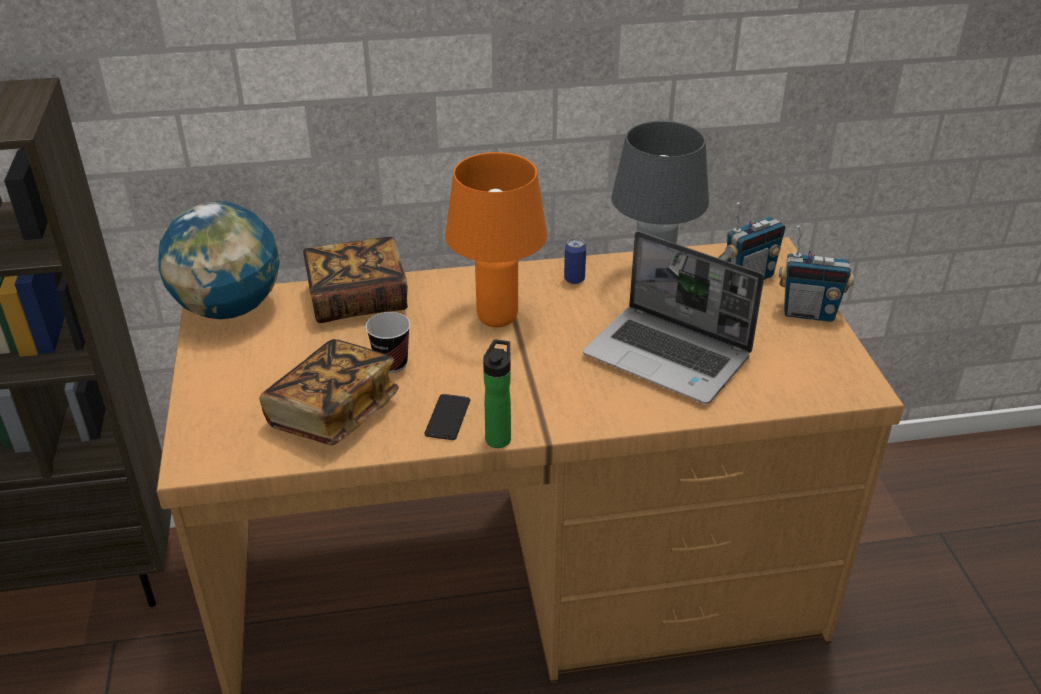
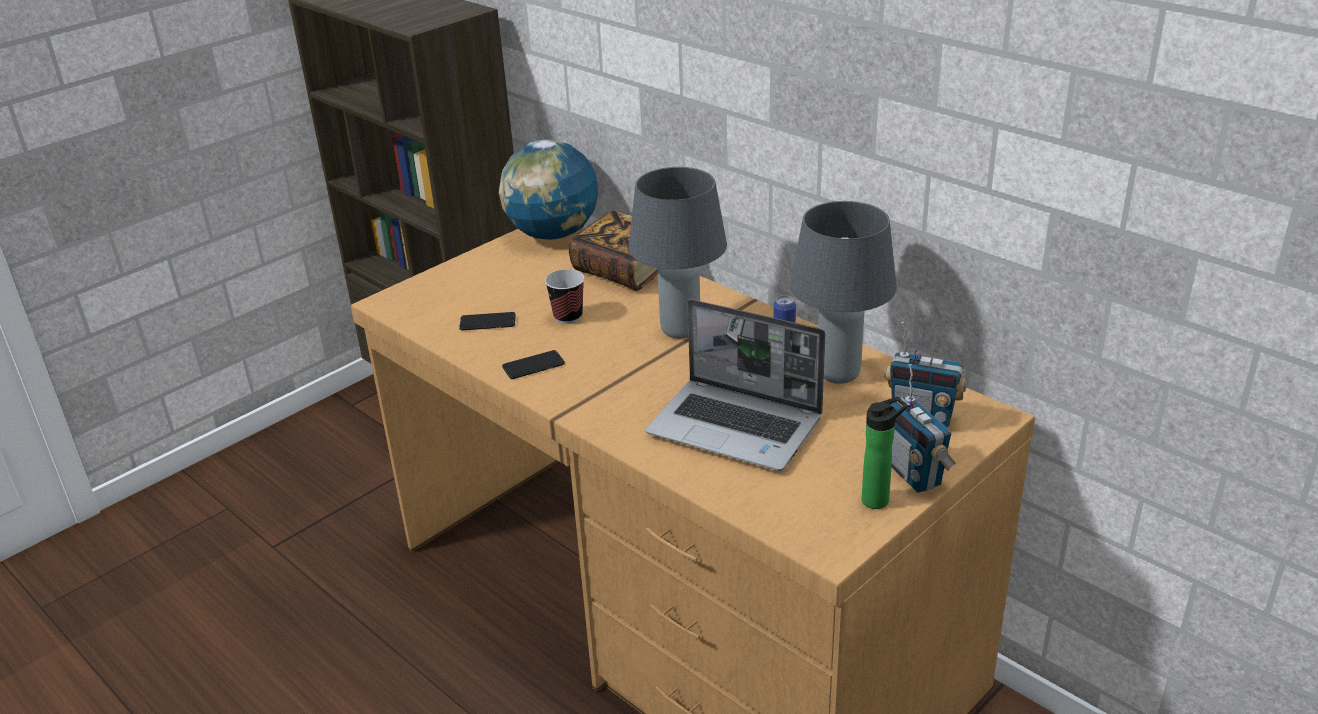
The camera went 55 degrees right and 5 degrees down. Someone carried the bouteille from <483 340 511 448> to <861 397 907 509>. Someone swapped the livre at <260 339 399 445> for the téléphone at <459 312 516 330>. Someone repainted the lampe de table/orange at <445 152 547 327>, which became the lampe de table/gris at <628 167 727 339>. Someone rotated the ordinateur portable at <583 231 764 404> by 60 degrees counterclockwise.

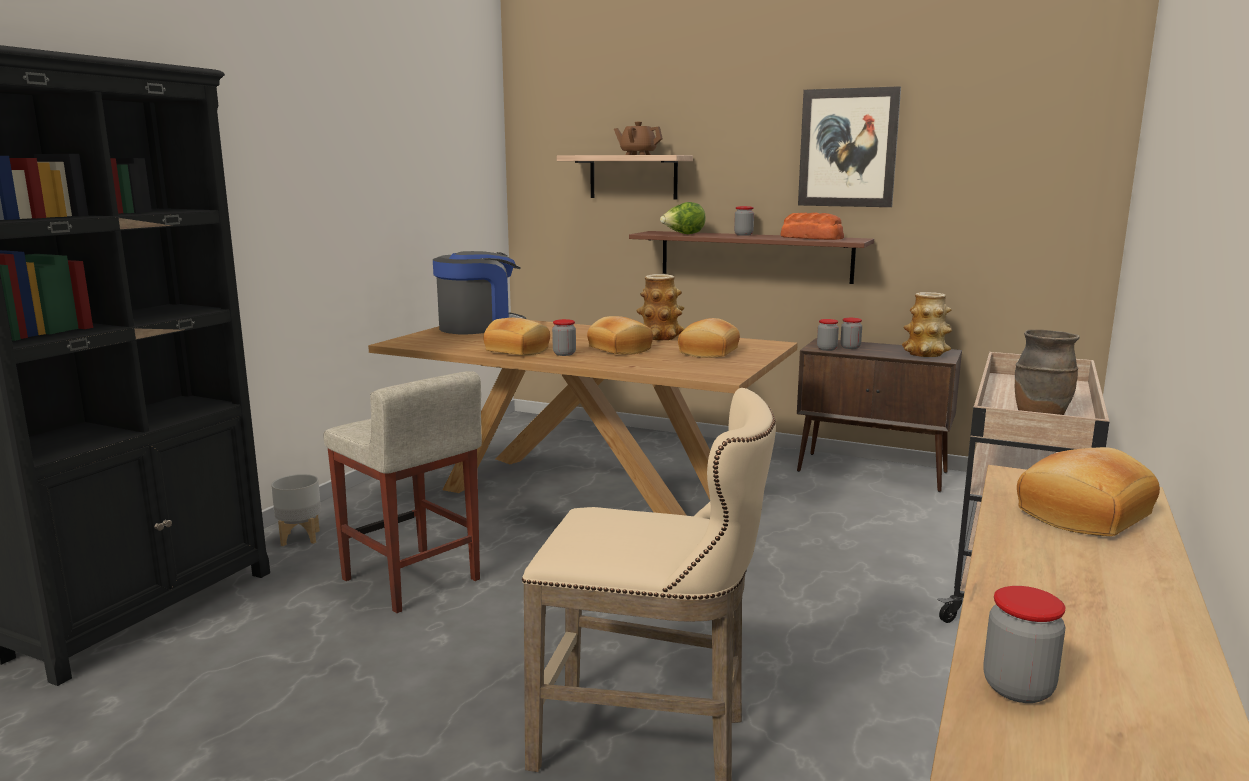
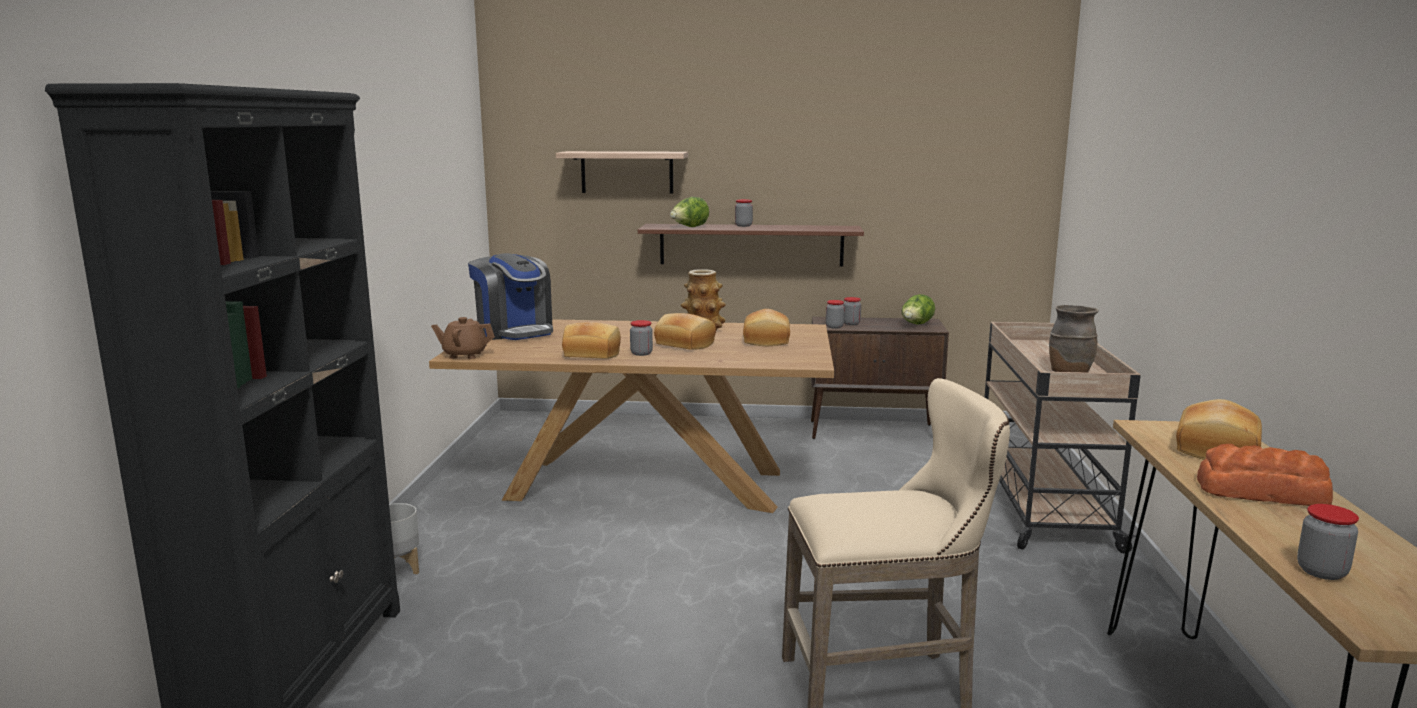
The camera went 20 degrees left and 0 degrees up. Someone took away the tabouret/beige at <323 371 482 613>. Someone took away the tableau at <798 86 901 207>. Someone carried the théière/marron from <614 122 663 155> to <431 317 495 359>. Someone carried the pain from <781 213 844 240> to <1197 444 1333 506>. Someone swapped the vase at <902 292 952 357> for the laitue at <902 294 935 325>. Someone rotated the machine à café at <433 251 526 334> by 105 degrees clockwise.

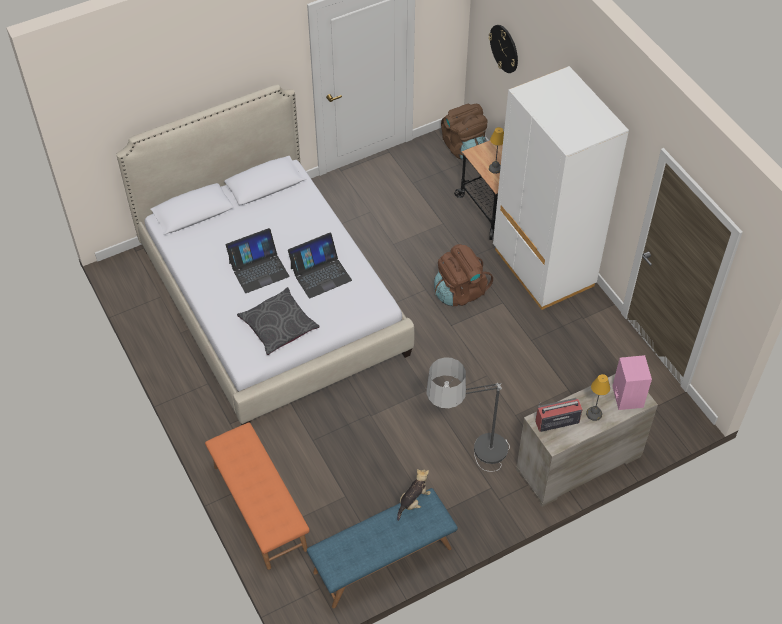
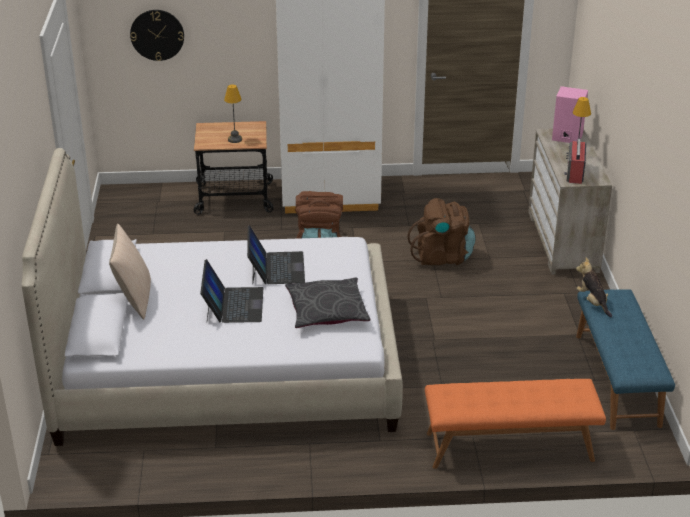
The camera went 65 degrees left and 20 degrees down. Someone took away the lampadaire at <426 357 510 472>. Someone put down the coussin/beige at <109 223 151 320>. Someone carried the sac à dos/marron from <441 104 488 160> to <407 198 475 265>.

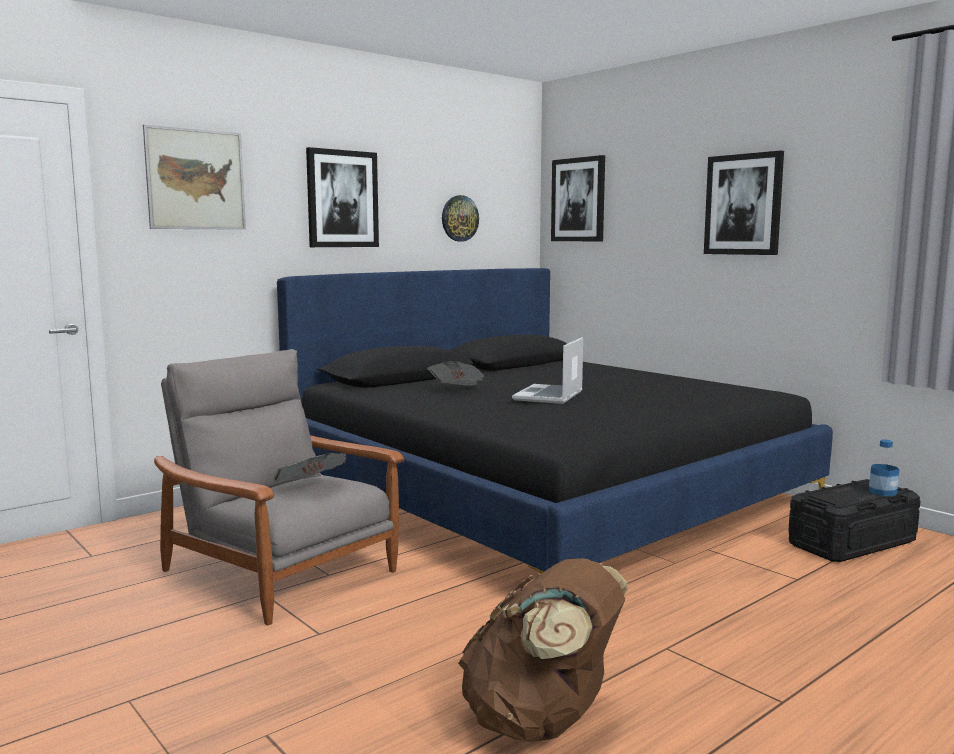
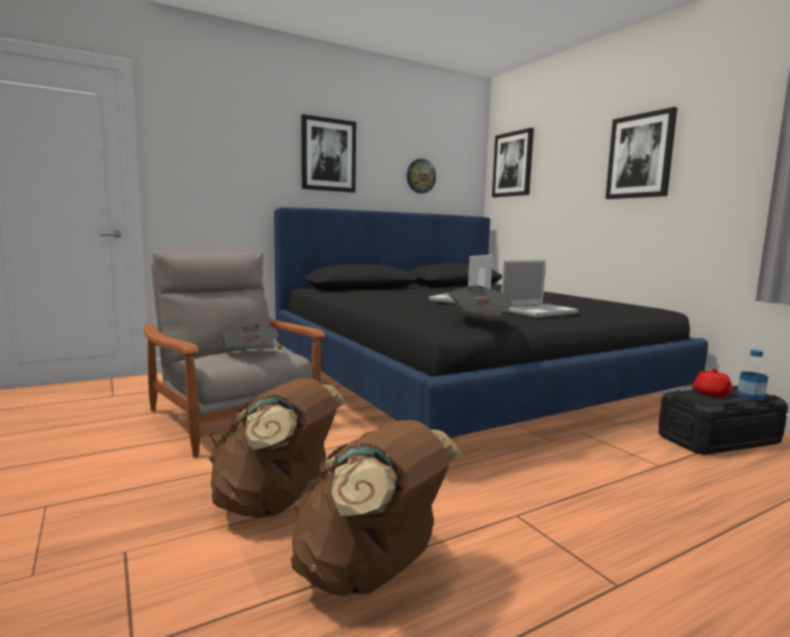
The camera went 10 degrees right and 0 degrees up. Someone took away the tableau at <143 125 246 230>. Someone put down the sac à dos/marron at <209 378 345 518>. Someone put down the ordinateur portable at <501 260 579 318>. Someone put down the théière/rouge at <694 369 732 397>. Someone carried the journal from <427 361 485 386> to <448 286 513 316>.

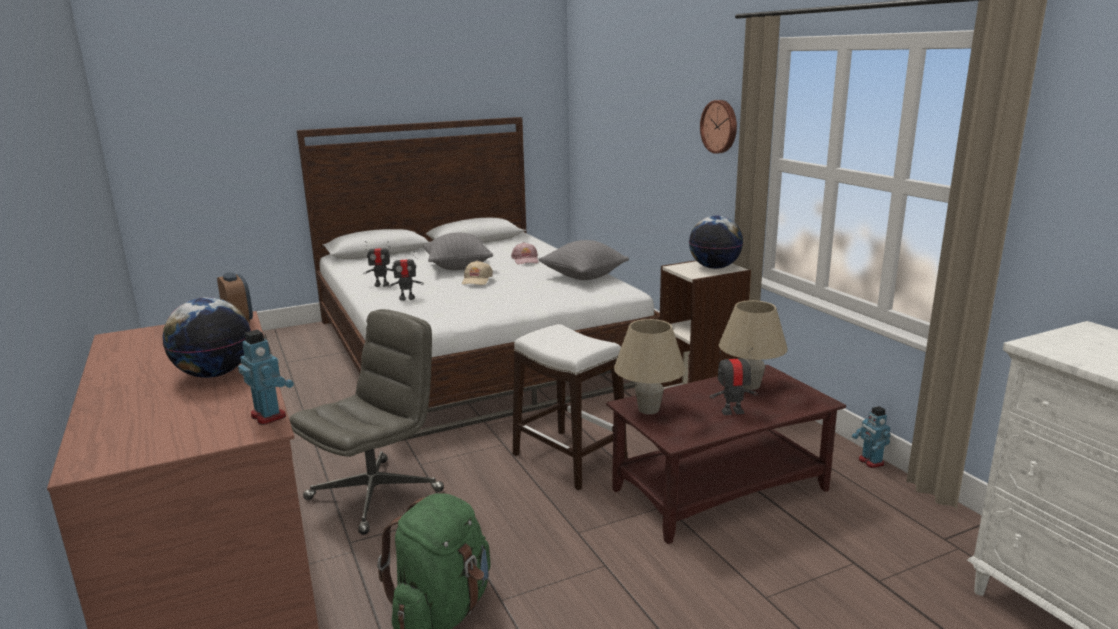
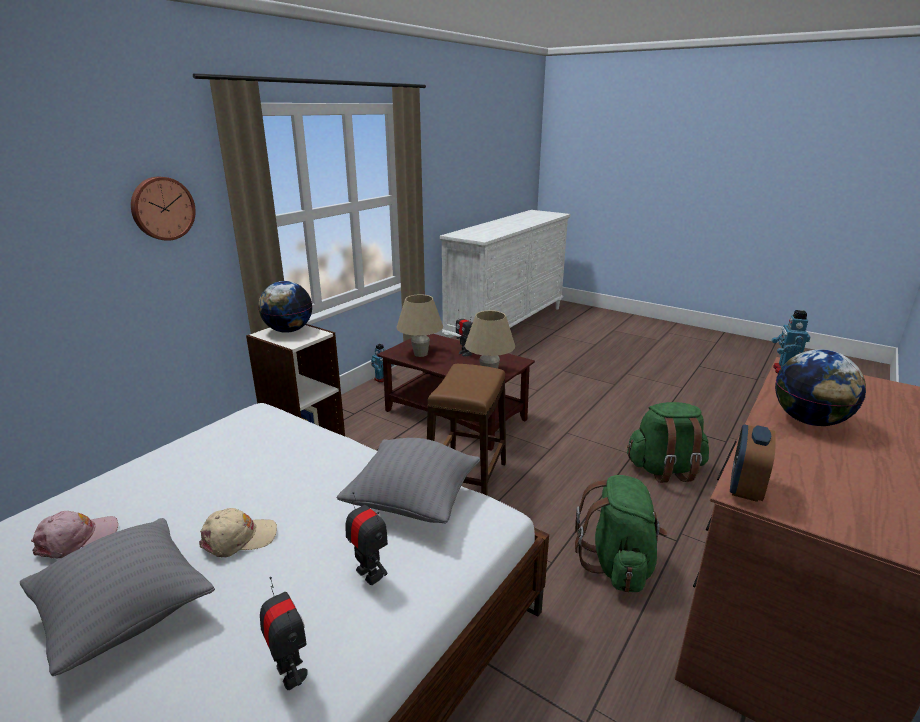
The camera went 120 degrees left and 5 degrees up. Someone carried the coussin/gris from <538 240 629 280> to <337 438 480 523>. Someone swapped the chaise de bureau/gris at <289 309 444 535> for the sac à dos/vert at <575 475 667 592>. Someone repainted the tabouret/blanc at <513 324 627 490>, which became the tabouret/marron at <427 364 506 495>.

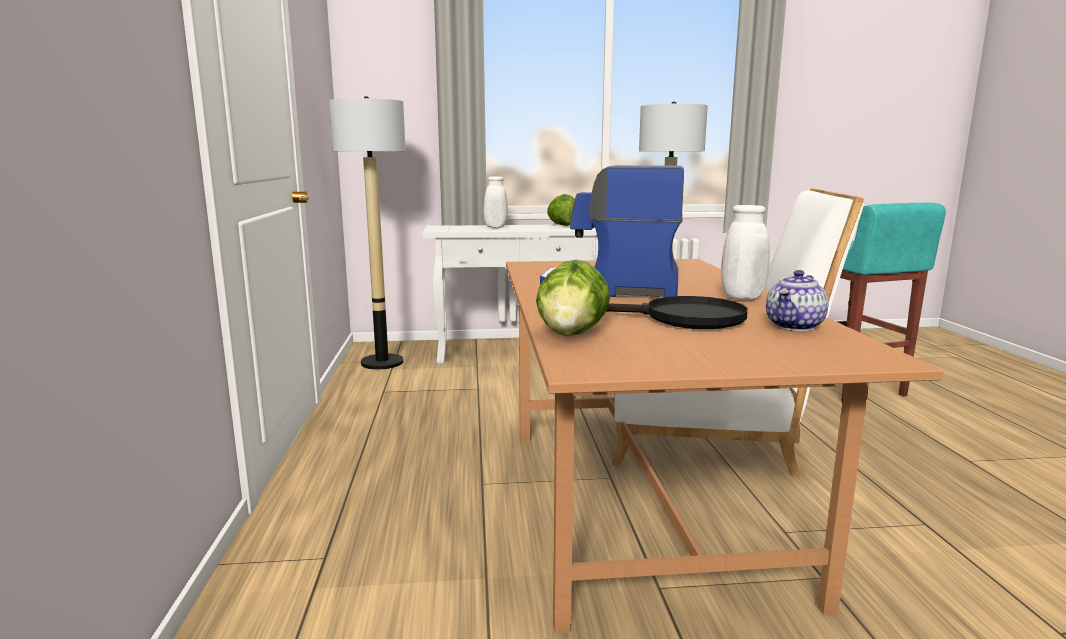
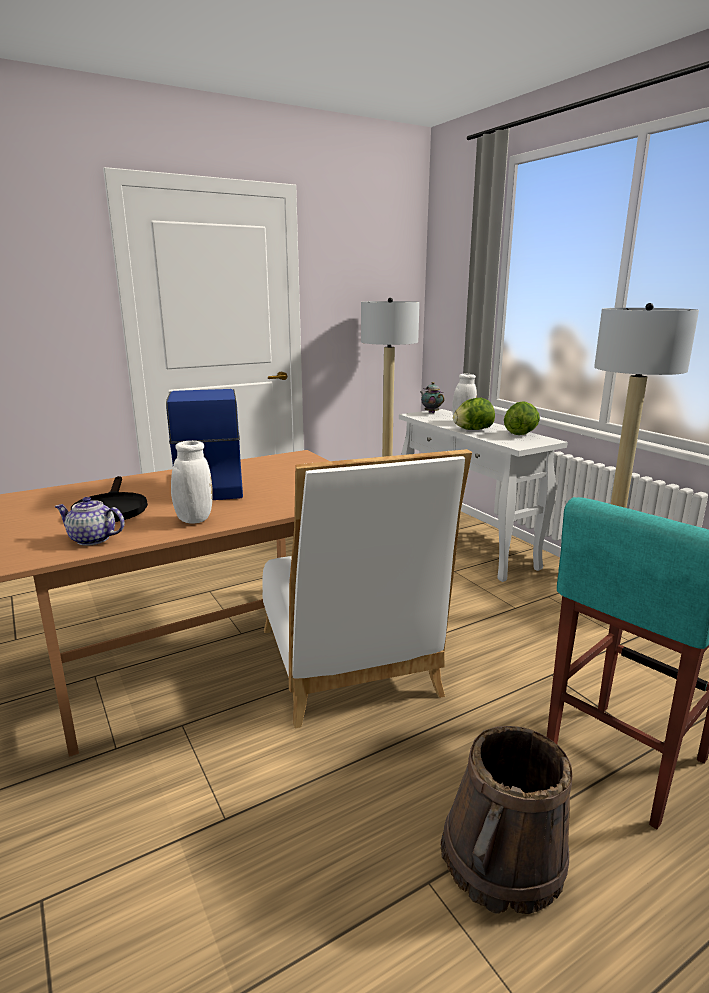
The camera went 65 degrees right and 5 degrees up. Someone put down the théière at <420 382 445 413>. Someone put down the seau/marron at <441 726 572 914>. Someone carried the laitue from <536 259 610 336> to <453 398 495 430>.

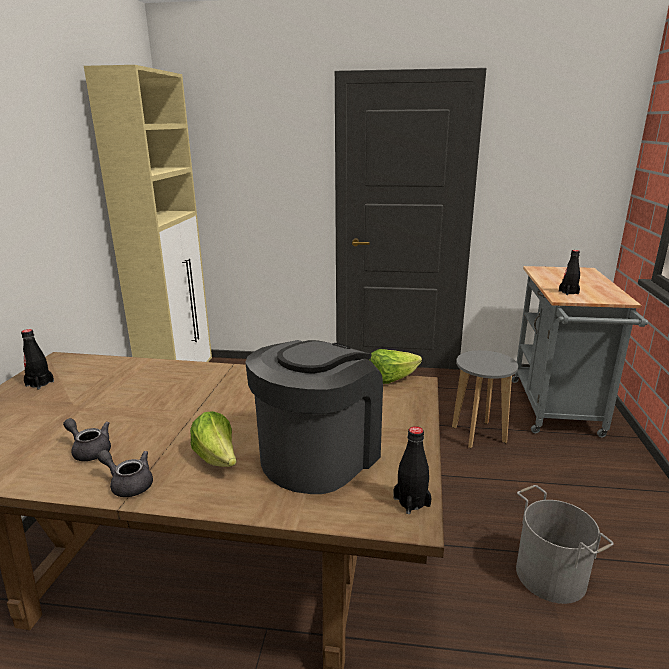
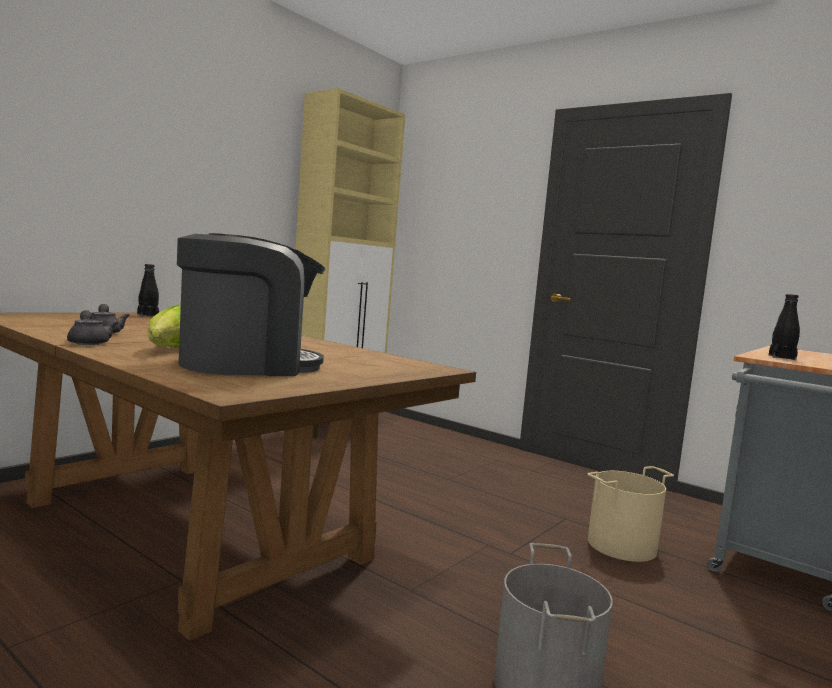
The camera went 30 degrees right and 15 degrees down. Someone took away the laitue at <369 349 422 384>. Someone took away the bouteille/noir at <393 426 432 514>. Someone swapped the tabouret/gris at <452 350 518 448> for the seau/beige at <588 466 674 562>.

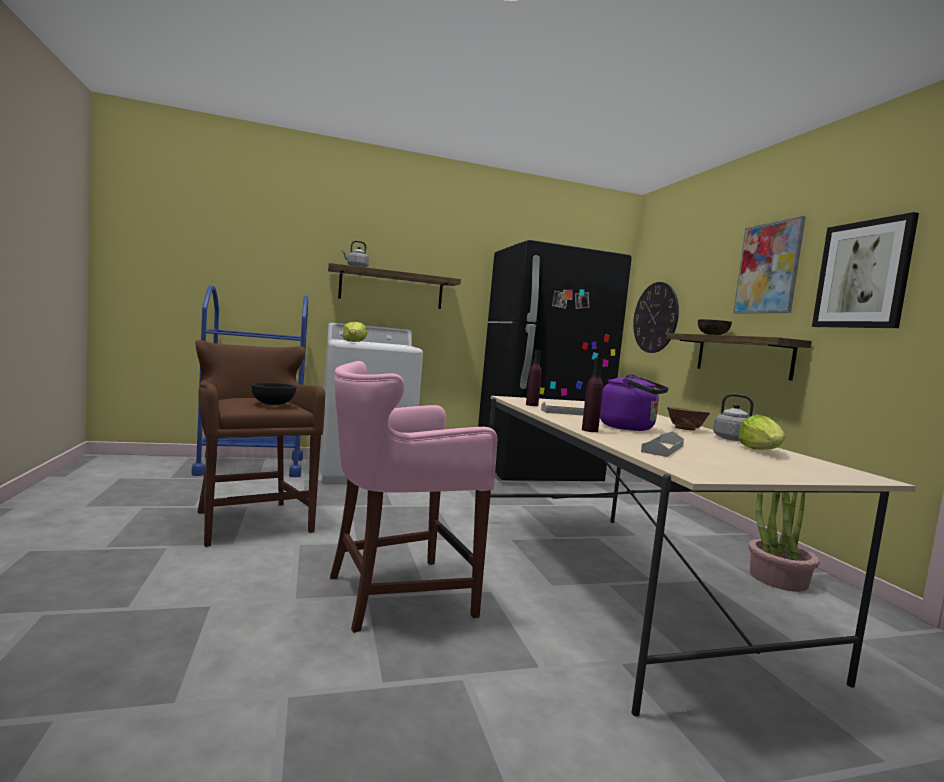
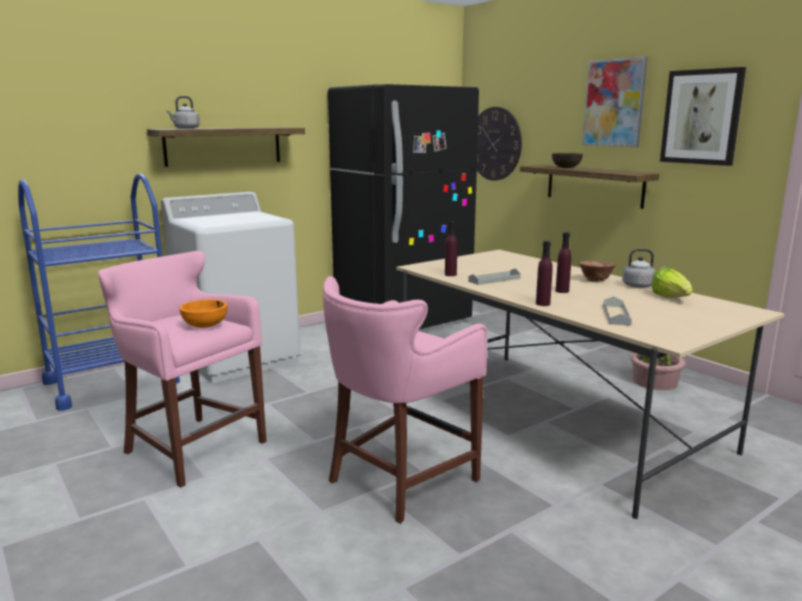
The camera went 20 degrees left and 10 degrees up. Someone took away the laitue at <342 322 367 342>. Someone swapped the bouilloire/violet at <600 374 669 431> for the bouteille/violet at <556 232 572 293>. Someone repainted the tabouret/marron at <195 340 325 547>, which became the tabouret/rose at <98 251 266 488>. Someone repainted the bol/noir at <251 383 297 405>, which became the bol/orange at <179 299 228 328>.

